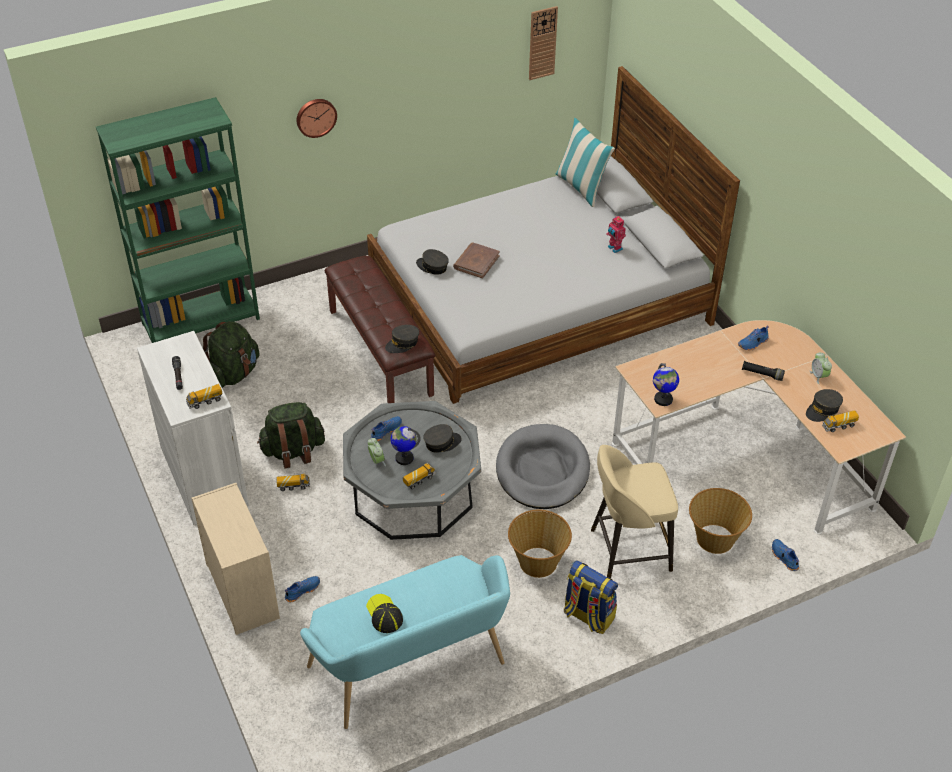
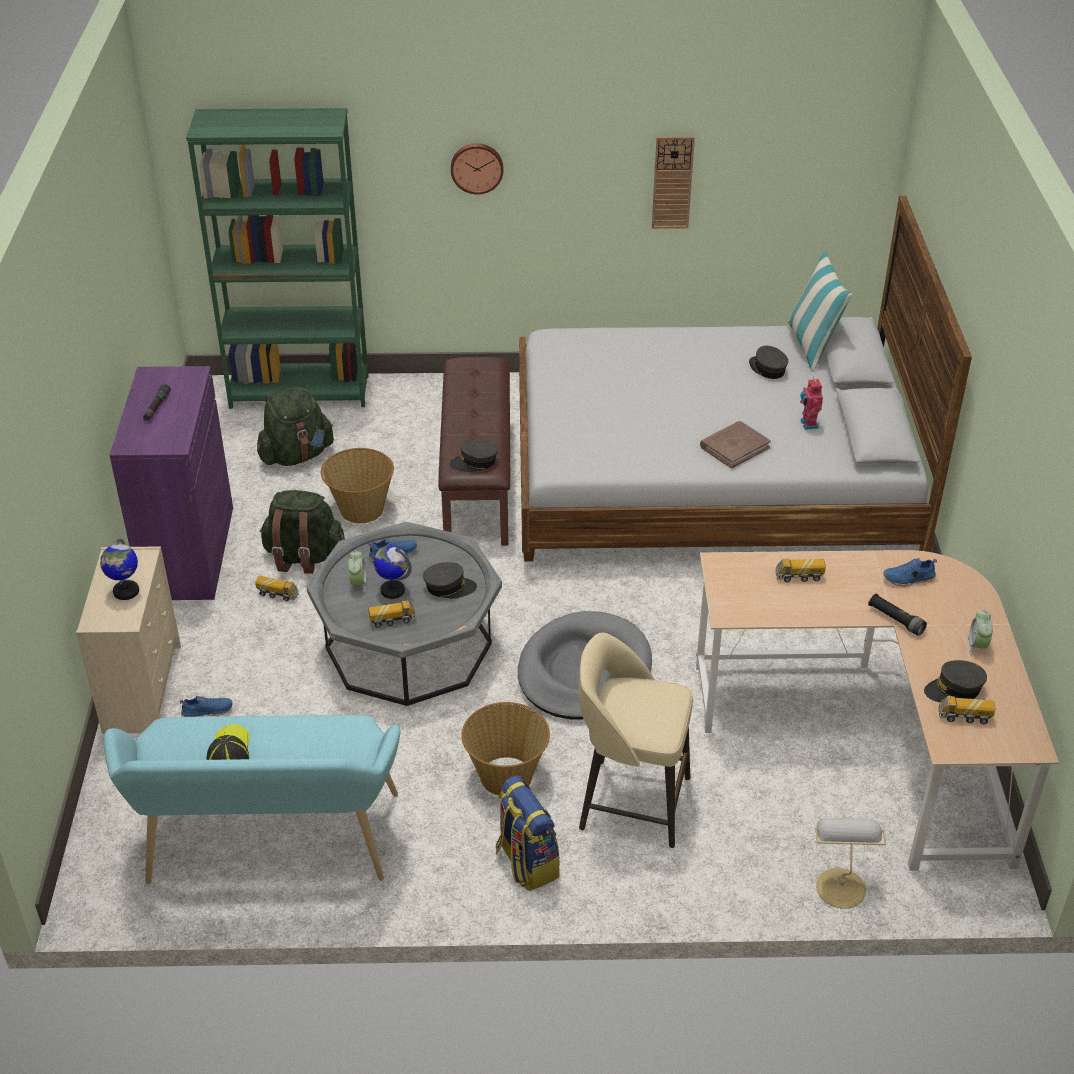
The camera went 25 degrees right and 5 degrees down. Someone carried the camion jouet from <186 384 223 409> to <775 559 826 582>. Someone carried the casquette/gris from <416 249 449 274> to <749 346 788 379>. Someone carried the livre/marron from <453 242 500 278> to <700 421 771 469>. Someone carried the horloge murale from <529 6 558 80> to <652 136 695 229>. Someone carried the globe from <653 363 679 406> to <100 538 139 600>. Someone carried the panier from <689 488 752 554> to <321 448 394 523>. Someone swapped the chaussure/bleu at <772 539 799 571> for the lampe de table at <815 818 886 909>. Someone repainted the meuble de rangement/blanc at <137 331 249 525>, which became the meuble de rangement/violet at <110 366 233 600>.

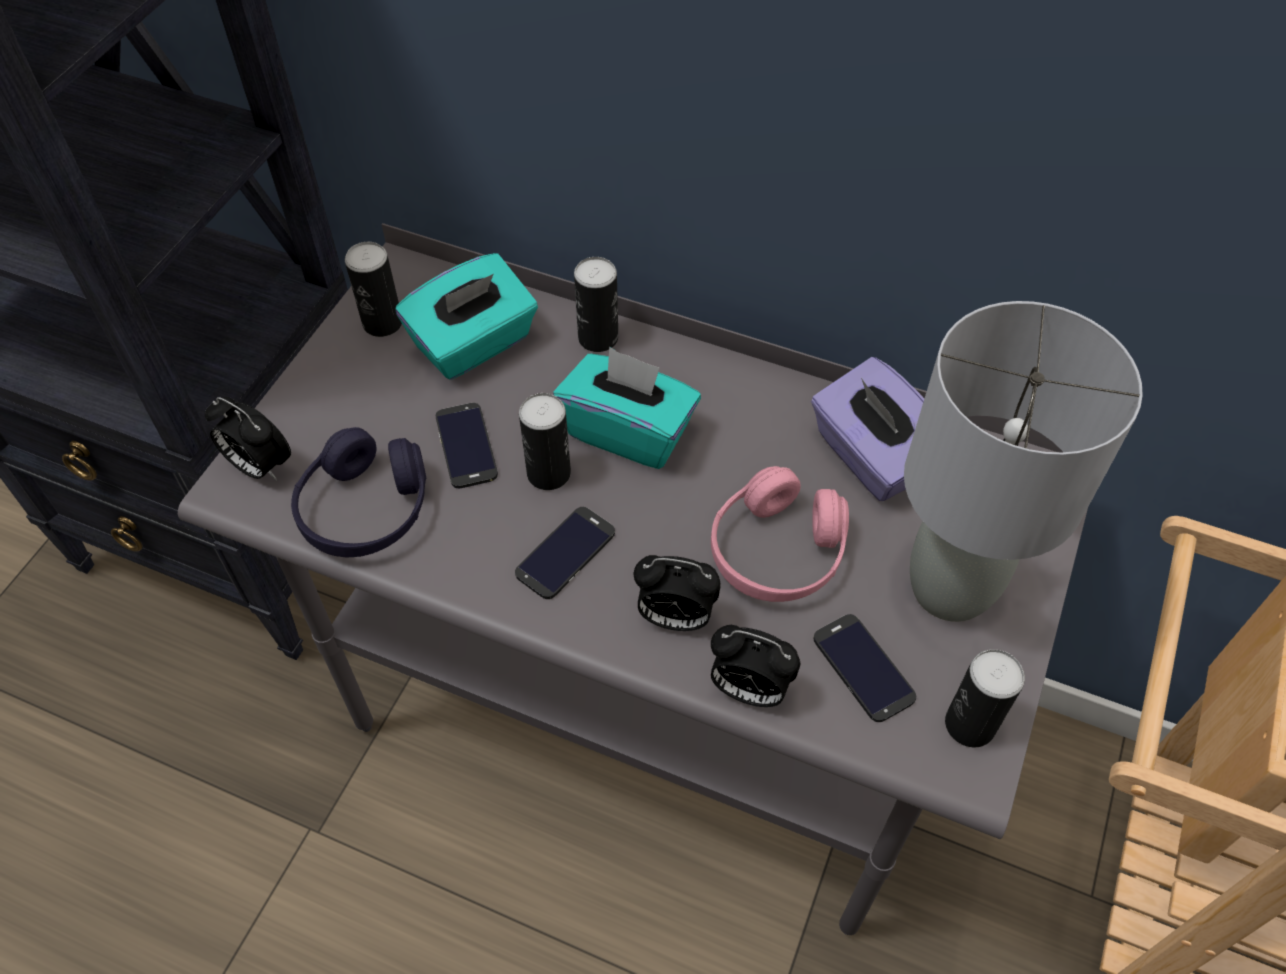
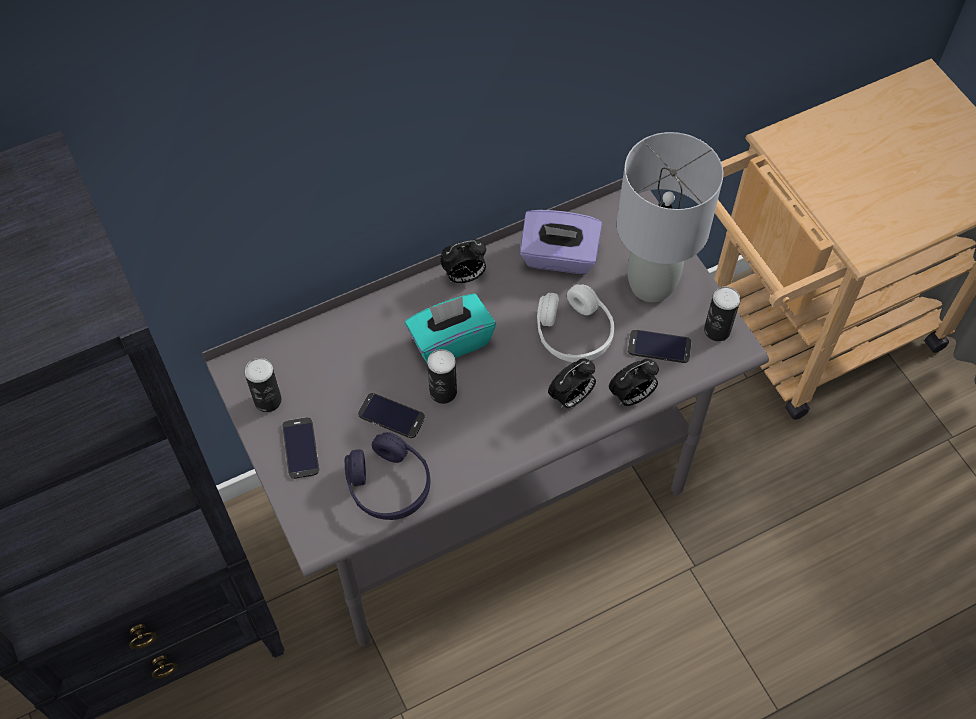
The camera went 50 degrees left and 5 degrees up. Someone took away the boîte à mouchoirs/turquoise at <396 253 538 380>. Someone took away the boîte métallique at <574 257 618 352>. Someone carried the réveil from <205 397 291 481> to <440 240 486 283>. Someone carried the téléphone from <515 507 615 599> to <283 417 319 479>. Someone repainted the casque audio/rose at <711 466 849 602>, which became the casque audio/blanc at <537 284 614 363>.

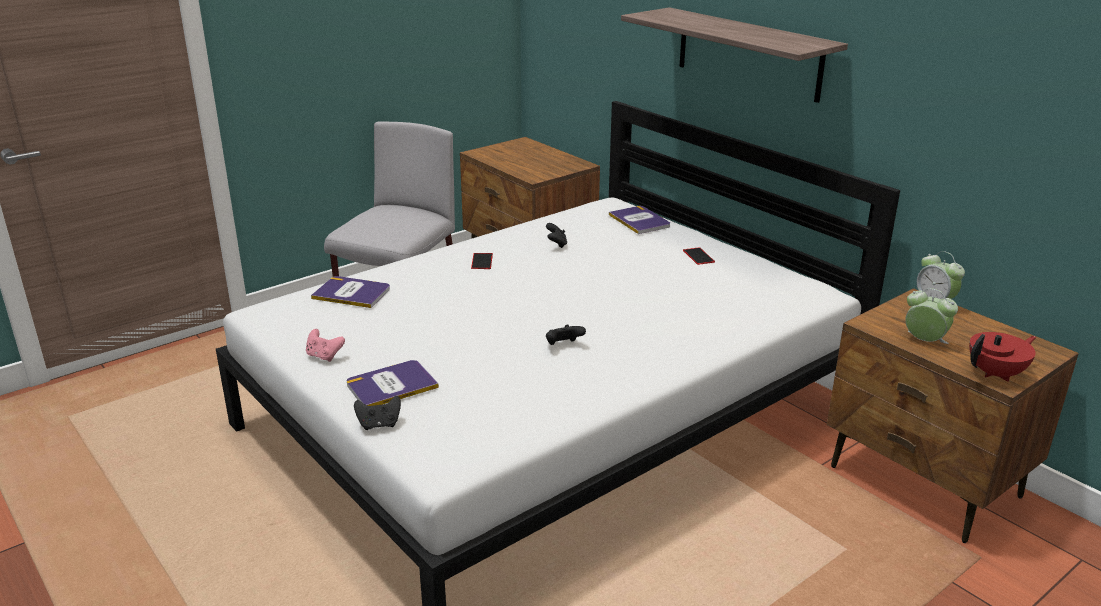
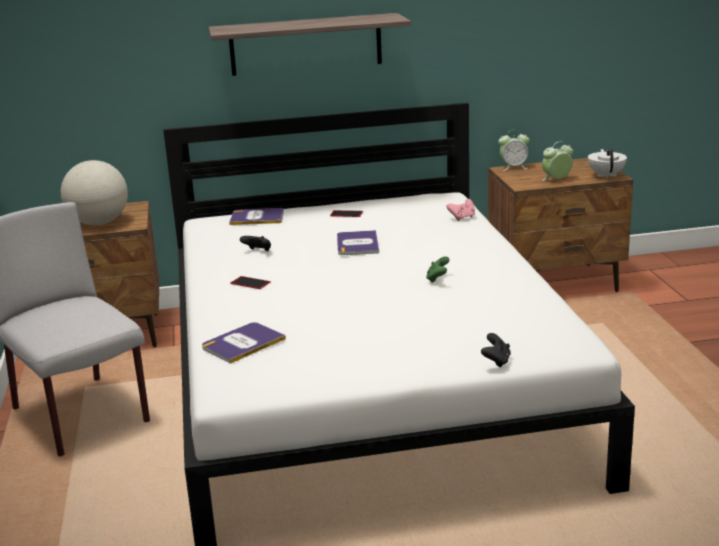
The camera went 60 degrees left and 5 degrees down. Someone put down the globe at <61 160 128 225>. Someone carried the manette/rose from <306 329 345 362> to <446 199 475 221>. Someone carried the livre from <346 360 439 406> to <337 230 379 255>. Someone repainted the manette/noir at <546 325 586 345>, which became the manette/vert at <426 257 449 283>. Someone repainted the théière/rouge at <969 332 1036 382>, which became the théière/blanc at <588 149 627 179>.

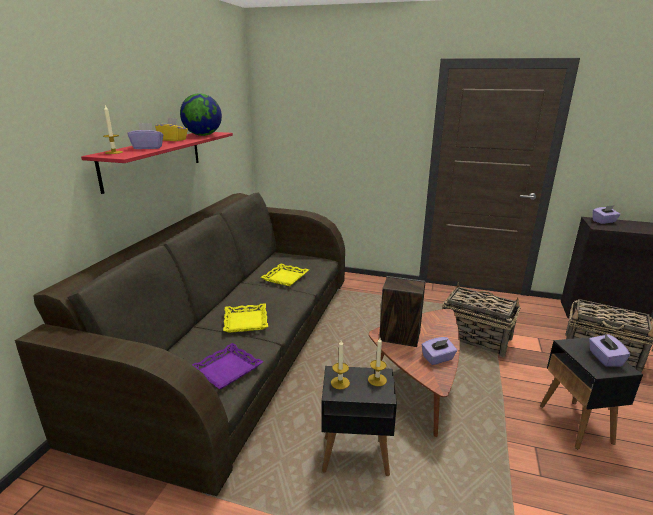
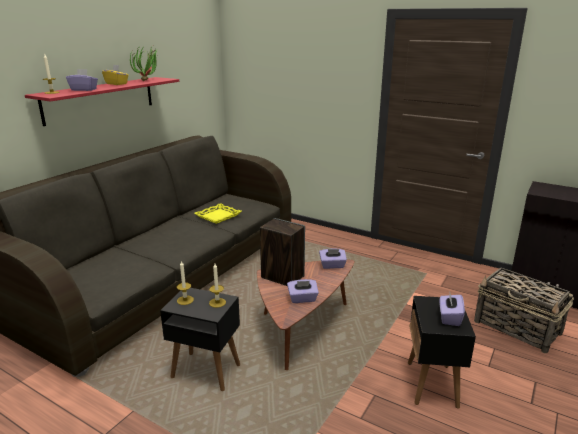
The camera went 15 degrees right and 0 degrees up. Someone took away the plateau/violet at <192 343 264 389>. Someone took away the plateau/jaune at <223 303 268 333>. Someone took away the panier at <442 283 521 357>. Someone carried the boîte à mouchoirs/violet from <592 205 621 224> to <319 249 347 269>. Someone swapped the globe at <180 93 222 136> for the plante en pot at <130 44 157 81>.

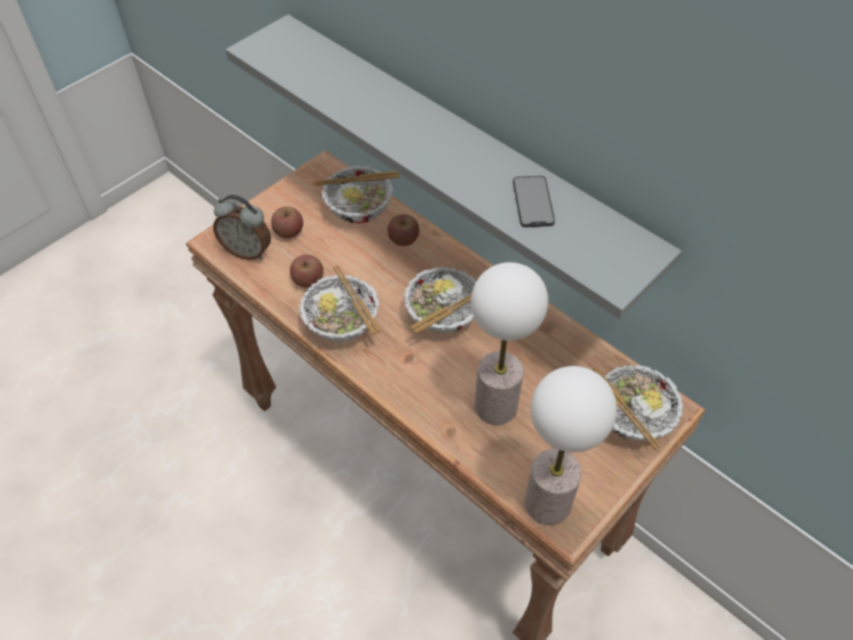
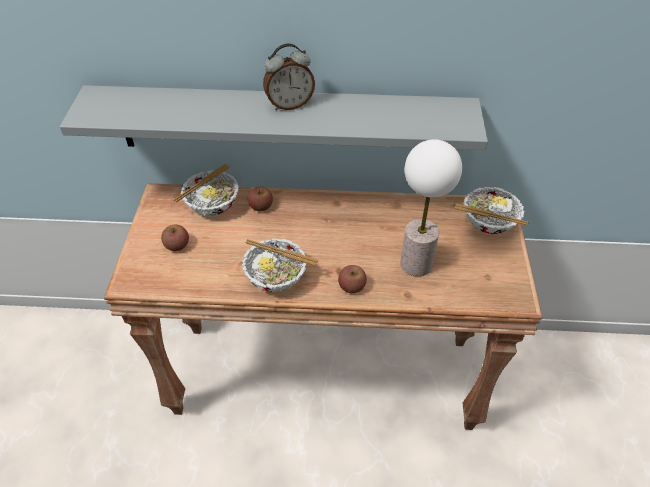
The camera went 40 degrees left and 5 degrees down. Someone took away the bol at <404 267 476 334>. Someone took away the téléphone at <513 176 555 227>. Someone took away the lampe de table at <525 366 617 525>. Someone carried the réveil from <213 195 271 260> to <263 43 315 110>. Someone carried the pomme from <290 255 323 288> to <338 265 367 293>.

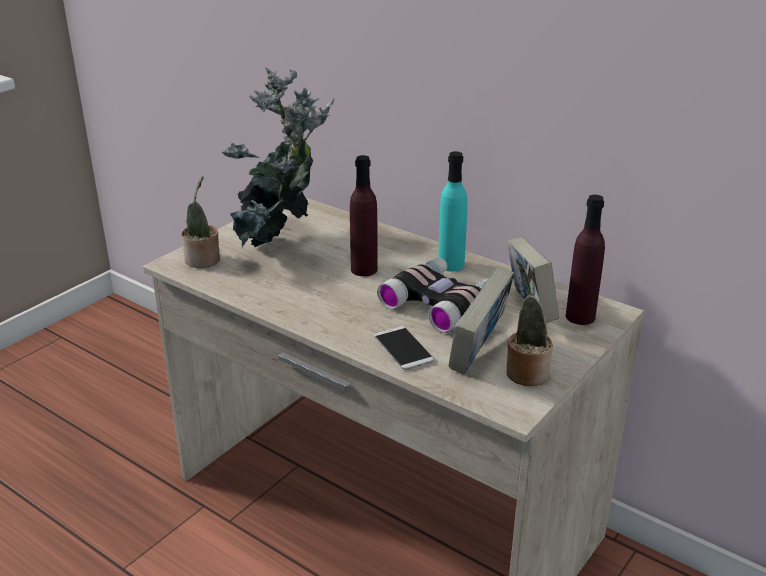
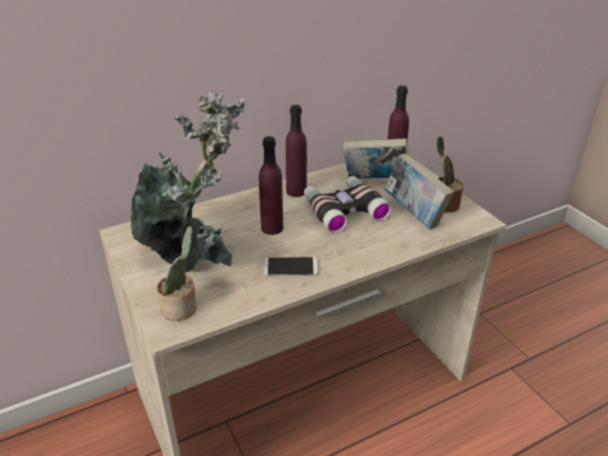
The camera went 65 degrees left and 5 degrees up. Someone carried the téléphone from <374 326 434 370> to <263 257 318 276>. Someone repainted the bouteille/turquoise at <438 151 468 272>, which became the bouteille/violet at <286 105 307 197>.

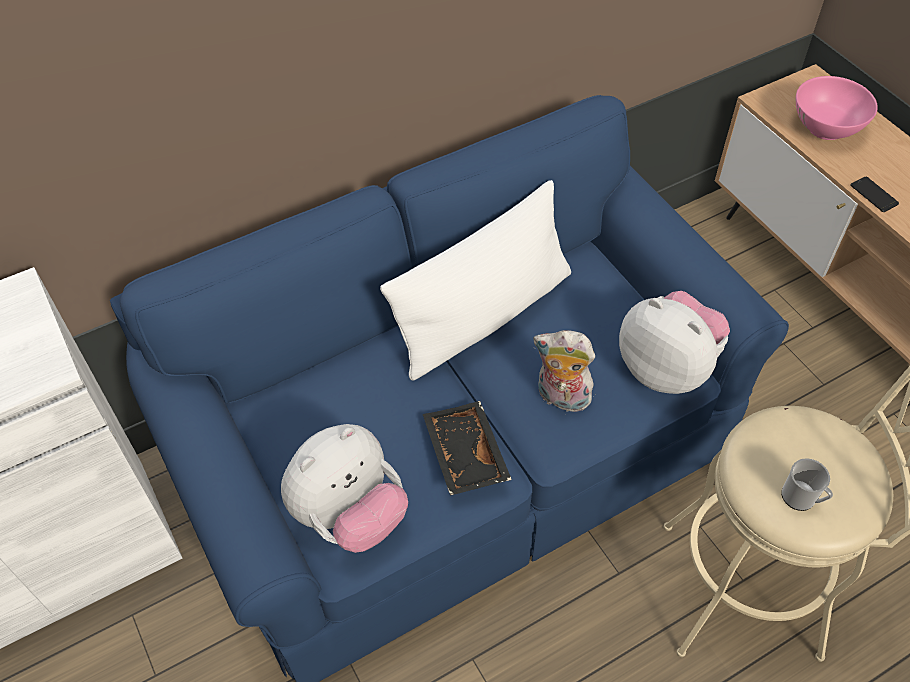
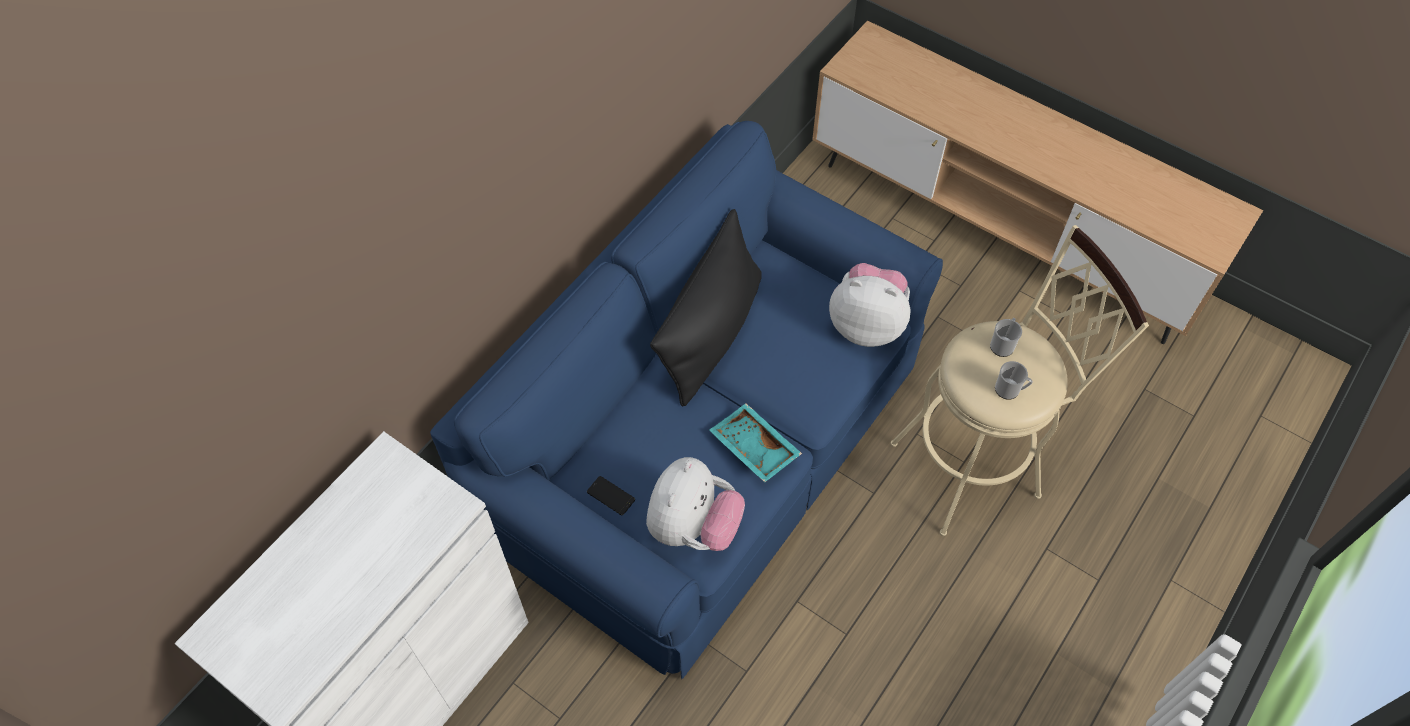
The camera went 25 degrees left and 5 degrees up. Someone took away the peluche at <534 330 595 415>. Someone took away the bol/rose at <796 76 878 140>. Someone put down the mug at <990 318 1022 357>. Someone carried the téléphone from <850 177 899 212> to <587 476 635 515>. Someone repainted the coussin/blanc at <380 180 571 380>, which became the coussin/noir at <650 209 762 406>. Someone repainted the plateau/noir at <423 401 512 495>, which became the plateau/turquoise at <709 403 802 482>.

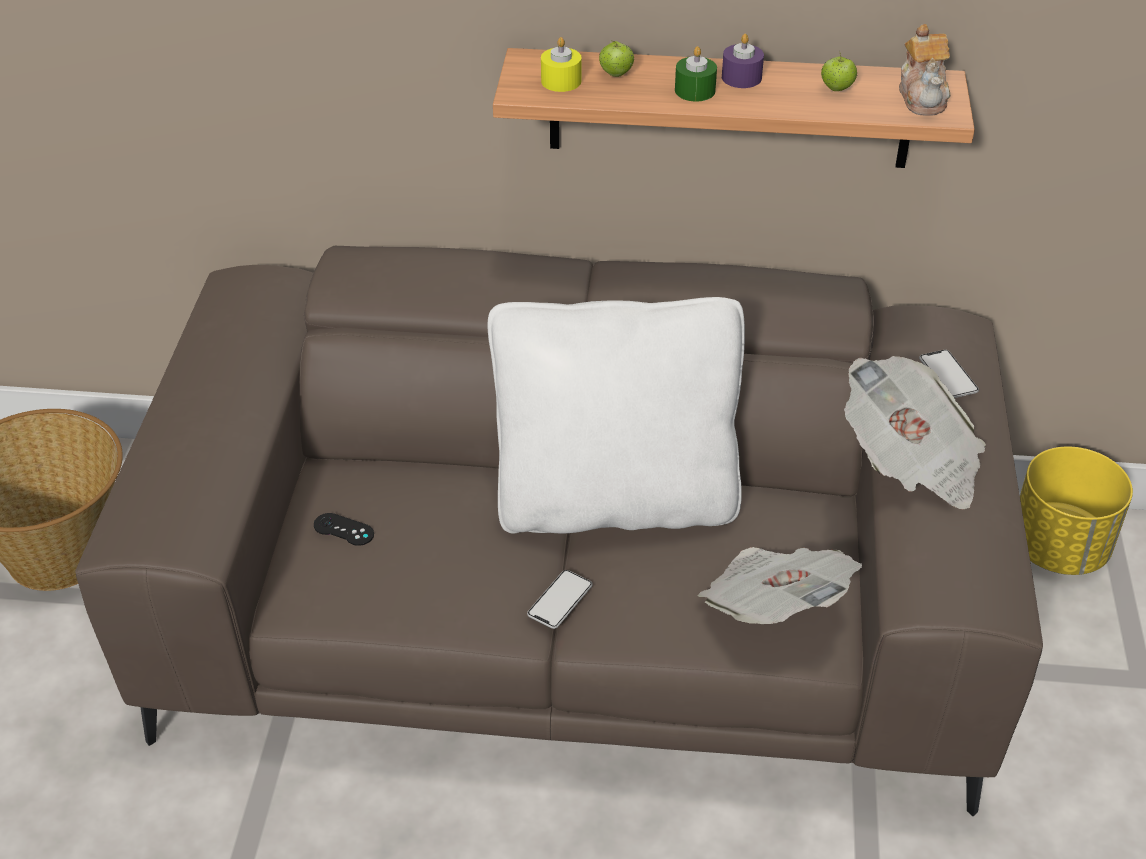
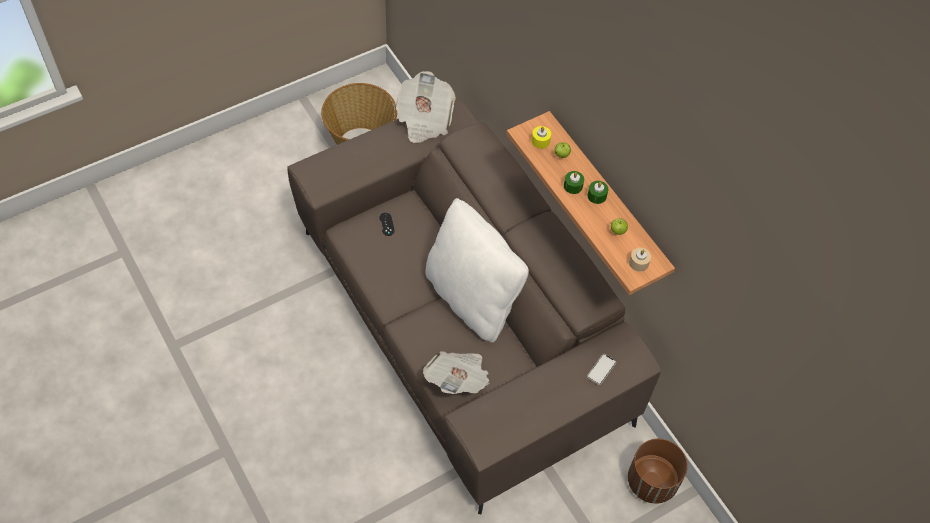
The camera went 50 degrees right and 15 degrees up. Someone took away the téléphone at <527 570 593 629>. Someone carried the journal from <844 356 986 509> to <395 71 456 143>. Someone swapped the théière at <899 24 950 116> for the bougie/beige at <629 248 651 272>. Someone repainted the bougie/violet at <722 34 764 88>, which became the bougie/vert at <587 181 608 204>. Someone repainted the cache-pot/jaune at <1020 446 1133 575>, which became the cache-pot/marron at <628 438 688 504>.

